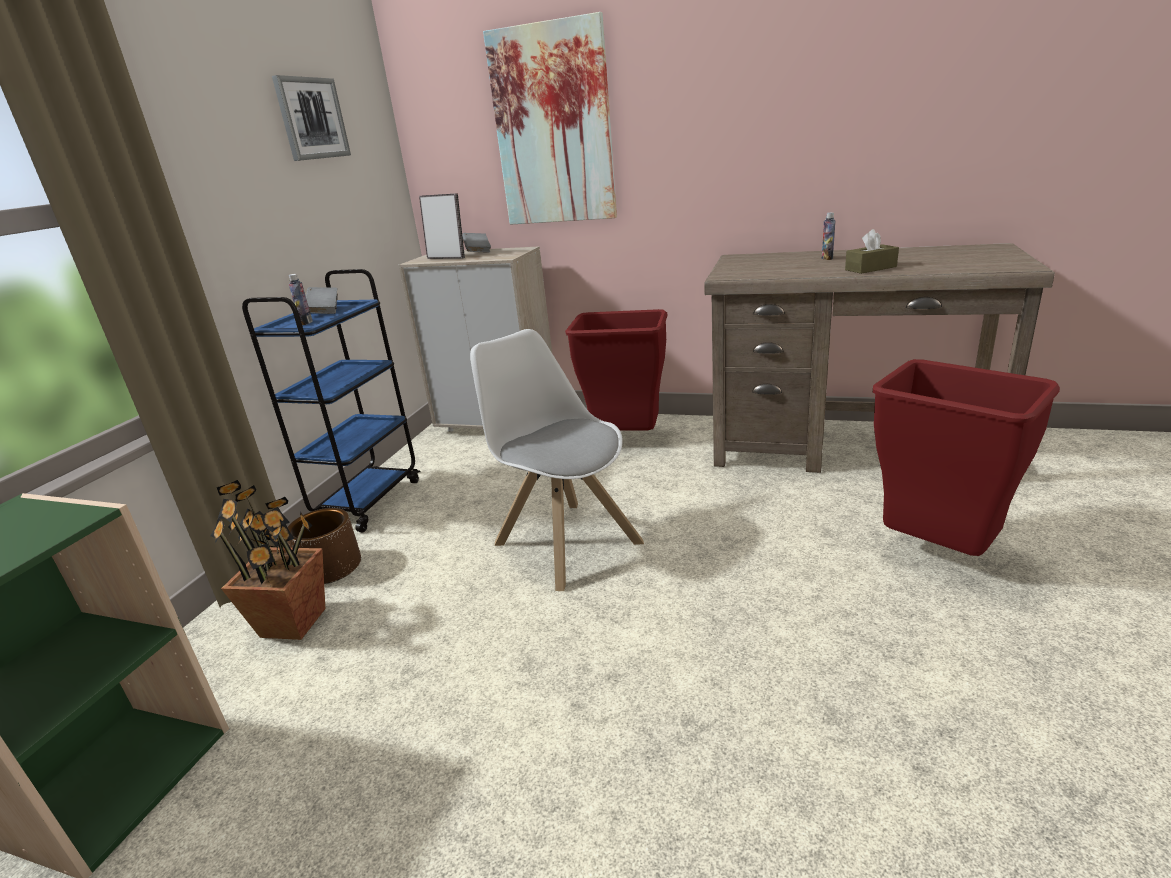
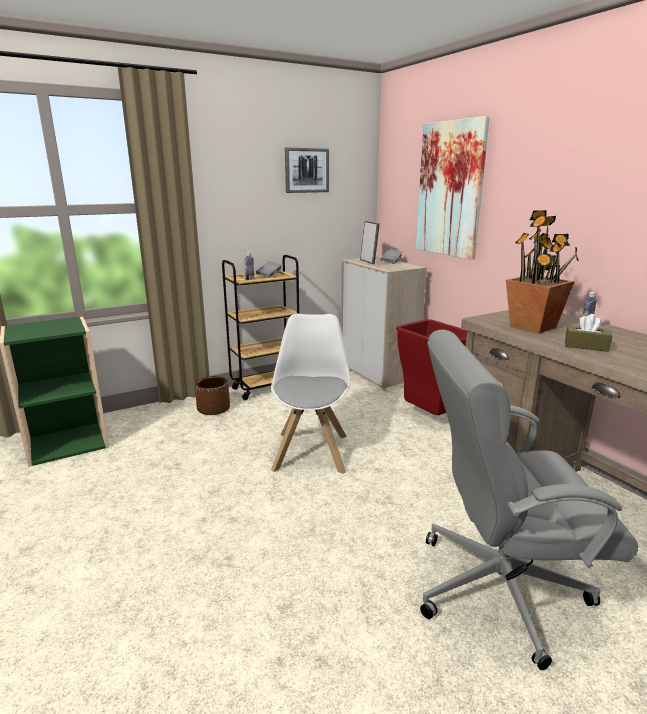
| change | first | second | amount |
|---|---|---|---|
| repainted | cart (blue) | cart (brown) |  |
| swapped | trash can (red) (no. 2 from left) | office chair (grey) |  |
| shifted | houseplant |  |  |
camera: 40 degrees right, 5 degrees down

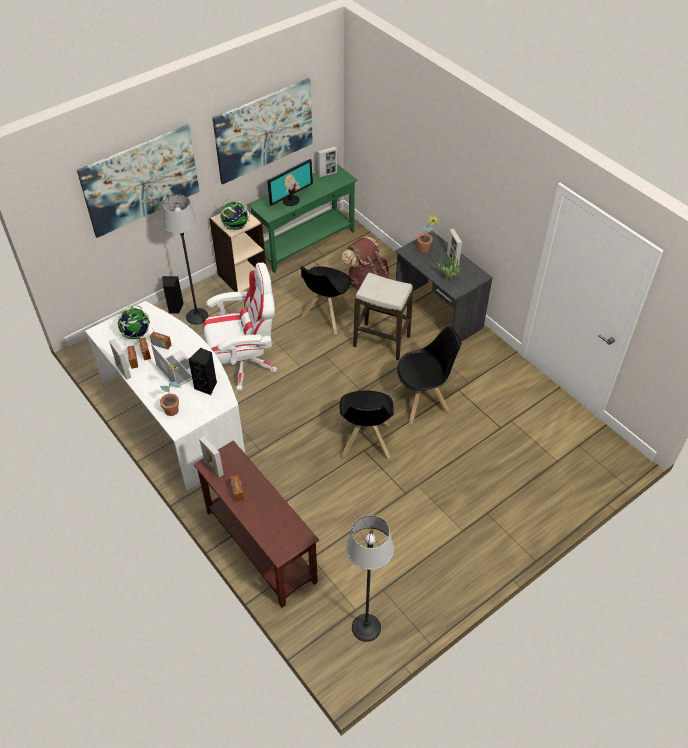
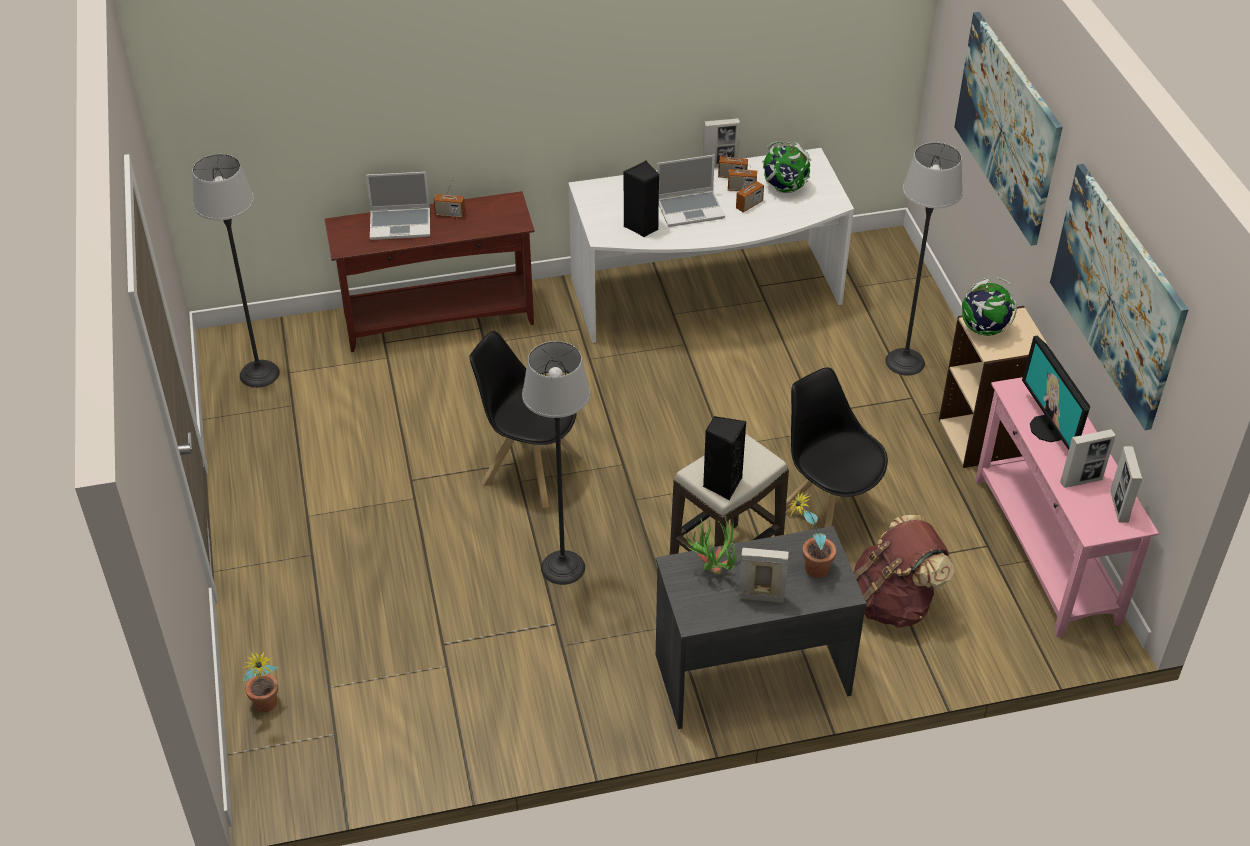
| change | first | second | amount |
|---|---|---|---|
| repainted | hall table (green) | hall table (pink) |  |
| gone | office chair (white-coloured) |  |  |
| shifted | audio speaker (black-coloured) (no. 1 from left in the first image) | audio speaker (black-coloured) (no. 2 from left) |  |
| swapped | upright chair (black-coloured) (no. 3 from left) | standard lamp (no. 2 from left) |  |
| shifted | houseplant (no. 1 from left) |  |  |
| shifted | picture frame (no. 2 from left in the first image) | picture frame (no. 3 from left) |  |
| new |  | laptop (no. 1 from left) |  |
camera: 115 degrees right, 5 degrees down

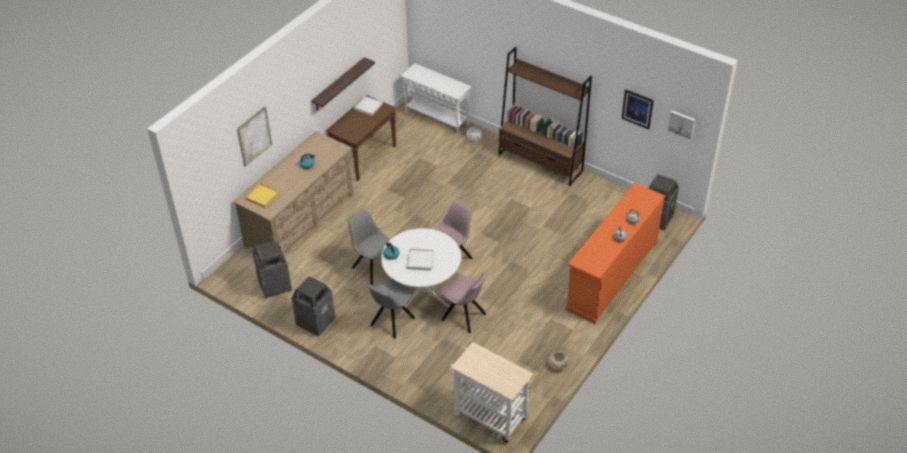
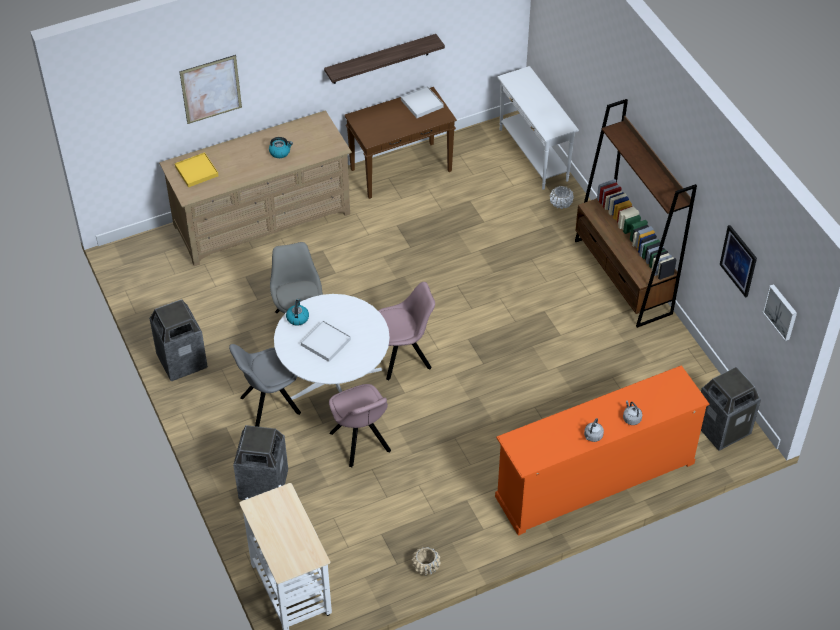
| change | first | second | amount |
|---|---|---|---|
| shifted | trash can (no. 1 from left in the first image) | trash can (no. 2 from left) |  |
camera: 30 degrees right, 5 degrees up

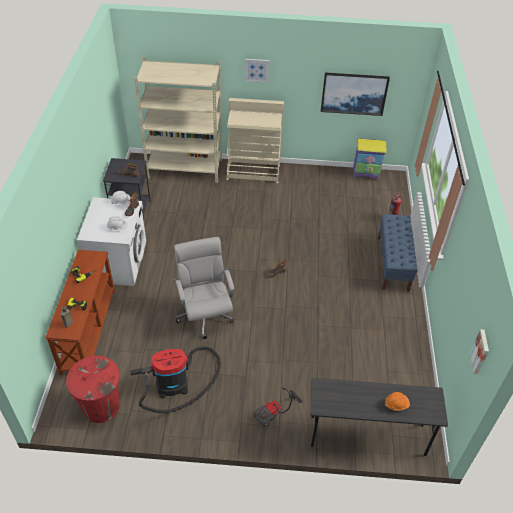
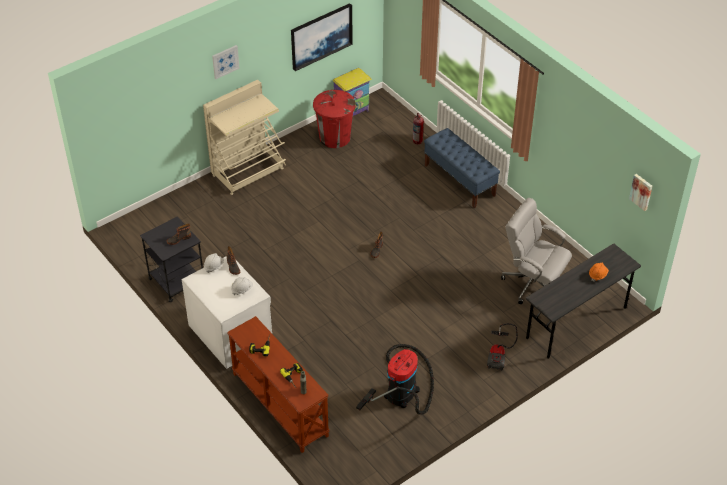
| change | first | second | amount |
|---|---|---|---|
| gone | bookcase (beige) |  |  |
| shifted | office chair (grey) |  |  |
| shifted | trash can (red) |  |  |
camera: 40 degrees left, 0 degrees up

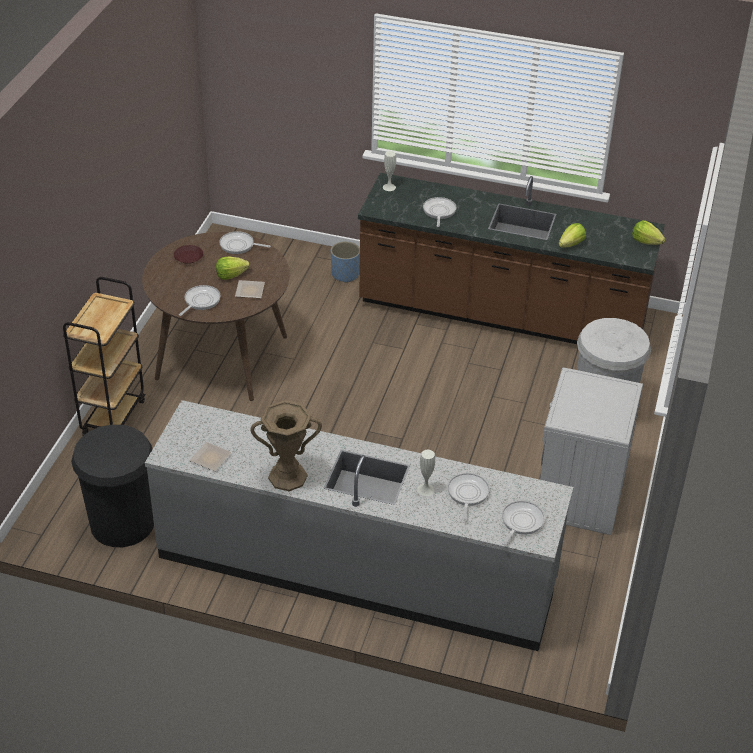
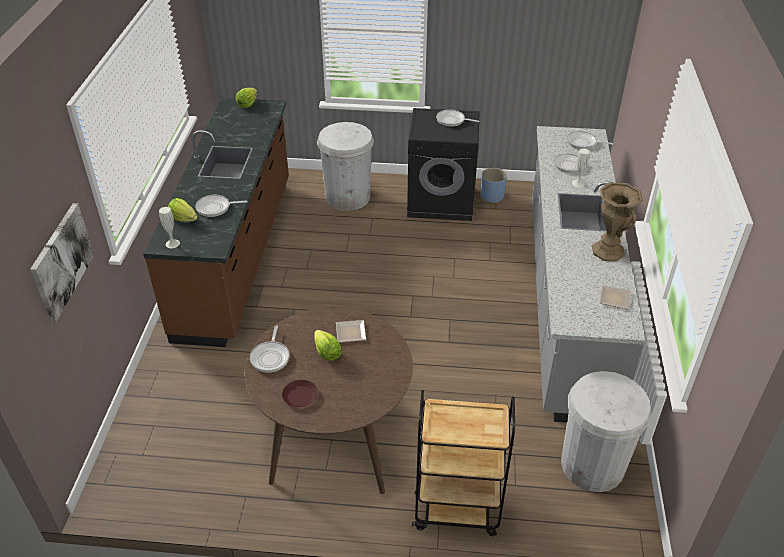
| change | first | second | amount |
|---|---|---|---|
| shifted | head of lettuce (no. 2 from left in the first image) | head of lettuce (no. 1 from left) |  |
| shifted | planter (blue) |  |  |
| shifted | skillet (no. 1 from left in the first image) | skillet (no. 3 from left) |  |
| repainted | laundry machine (white-coloured) | laundry machine (black-coloured) |  |
| repainted | trash can (black-coloured) | trash can (white-coloured) (no. 2 from left) |  |
| new |  | picture |  |
camera: 100 degrees left, 0 degrees up

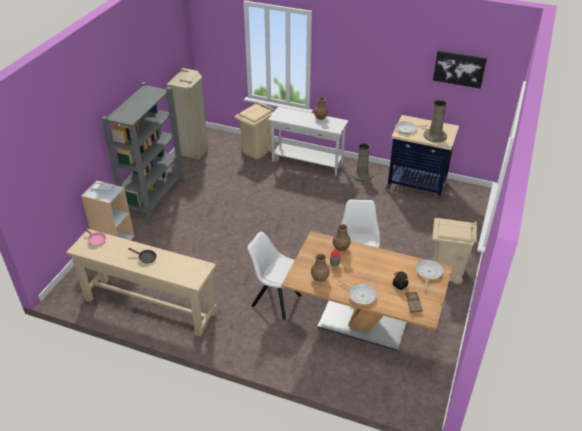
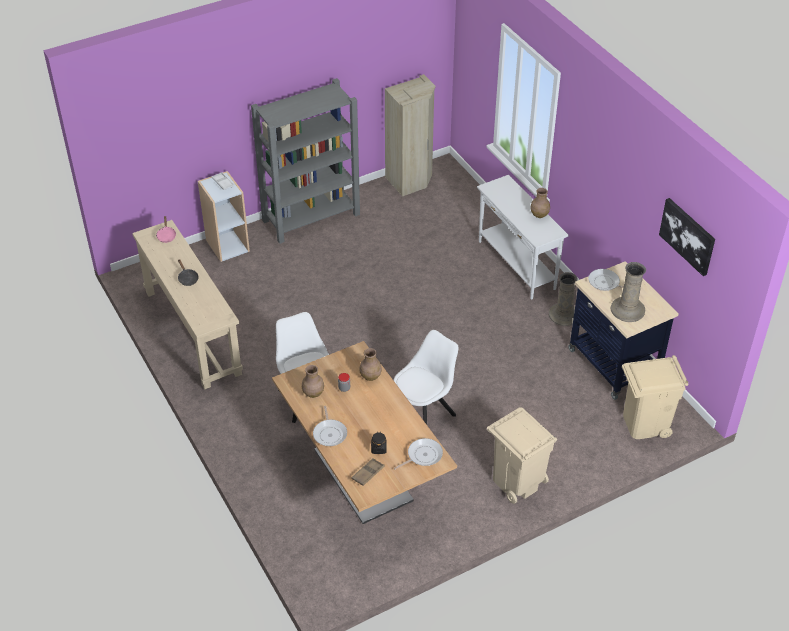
| change | first | second | amount |
|---|---|---|---|
| shifted | trash can (beige) (no. 1 from left in the first image) | trash can (beige) (no. 2 from left) |  |
camera: 40 degrees right, 5 degrees up

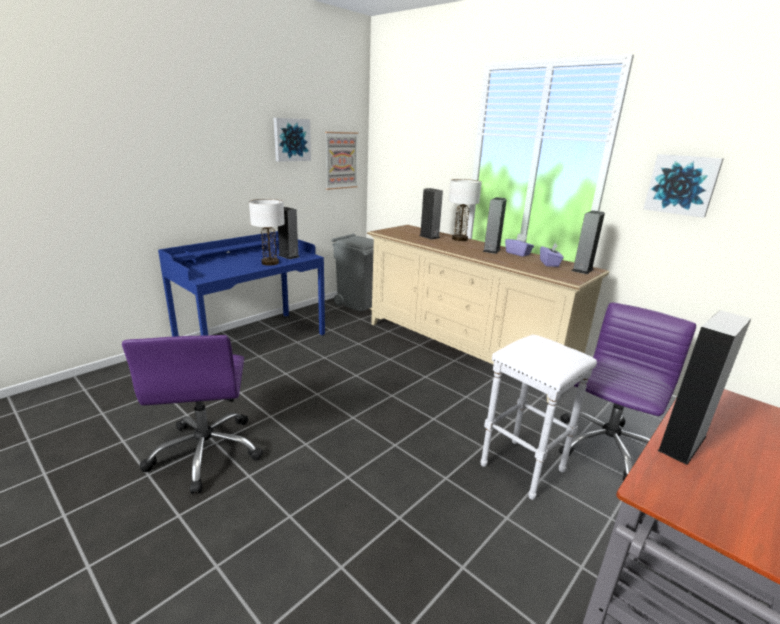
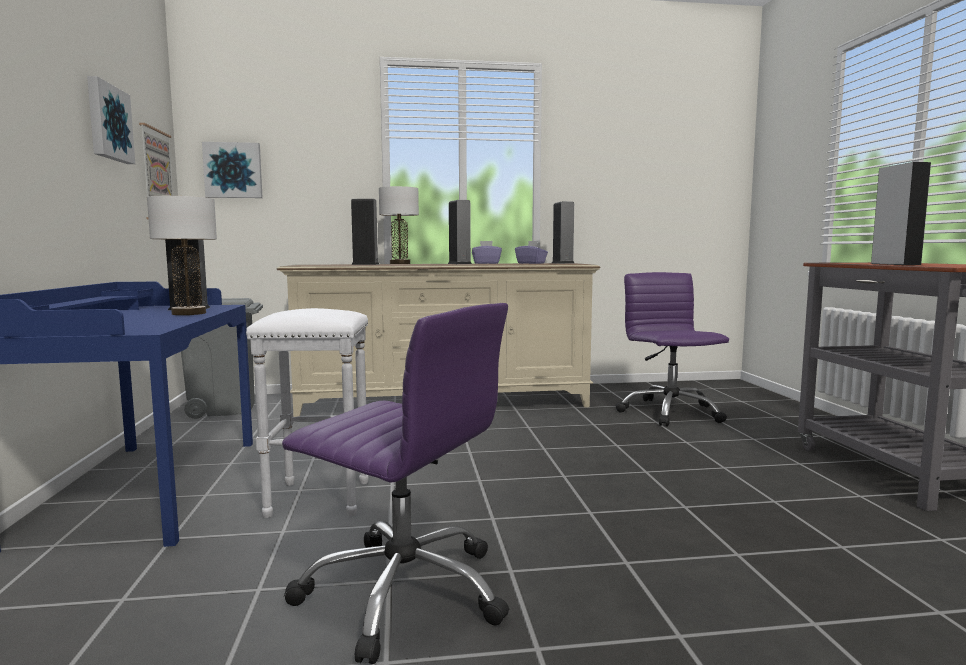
| change | first | second | amount |
|---|---|---|---|
| shifted | picture (no. 3 from left) |  |  |
| shifted | sitting stool (white-coloured) |  |  |
camera: 50 degrees left, 15 degrees down

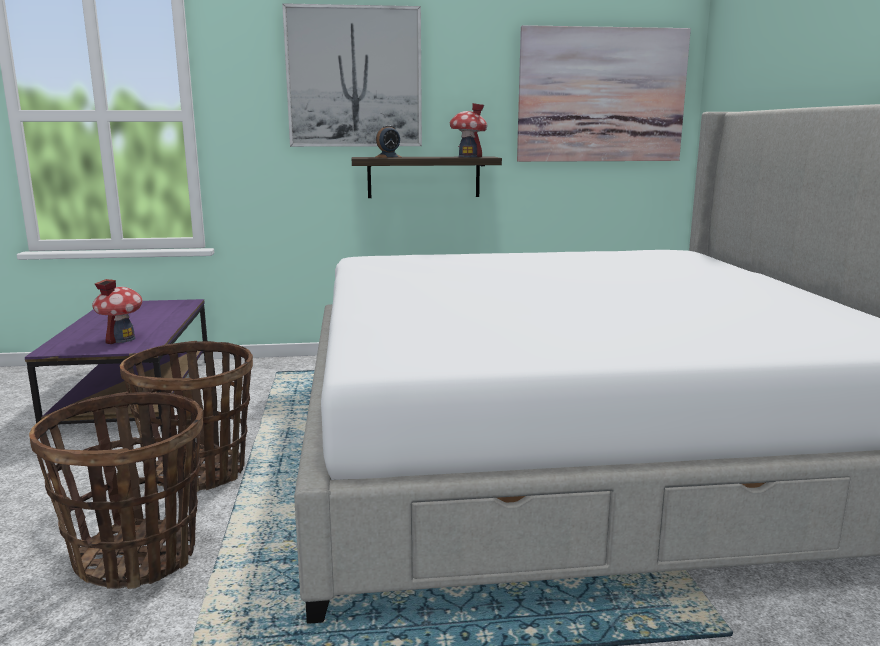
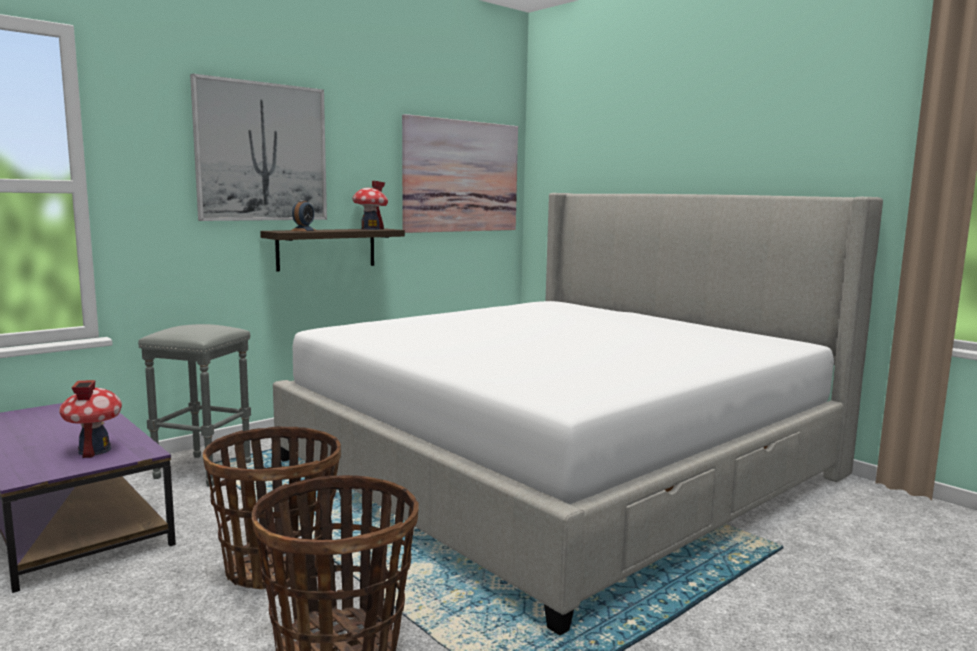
| change | first | second | amount |
|---|---|---|---|
| new |  | sitting stool (grey) |  |
camera: 35 degrees left, 5 degrees down

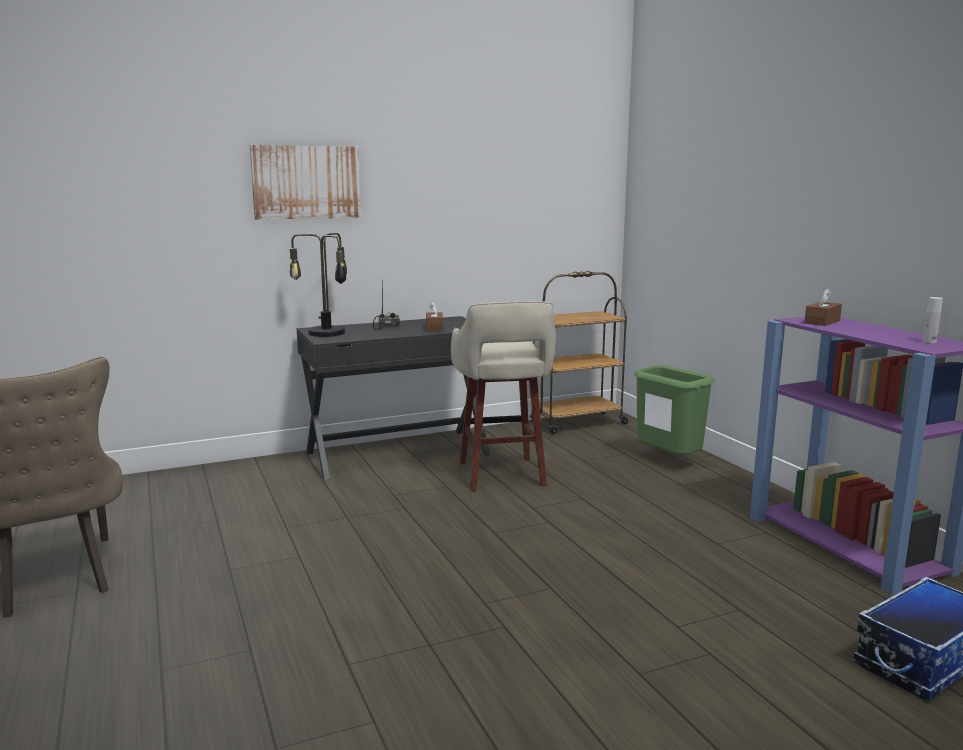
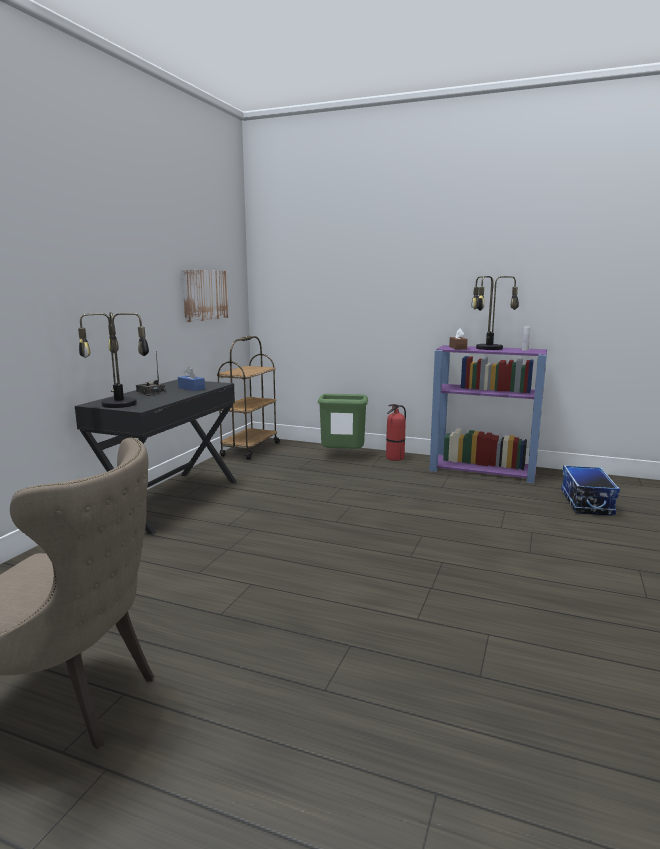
| change | first | second | amount |
|---|---|---|---|
| shifted | picture |  |  |
| gone | sitting stool (beige) |  |  |
| repainted | tissue holder (brown) (no. 1 from left) | tissue holder (blue) |  |
| new |  | tabletop lamp (no. 2 from left) |  |
| new |  | fire-fighting cylinder |  |
camera: 45 degrees left, 0 degrees up

